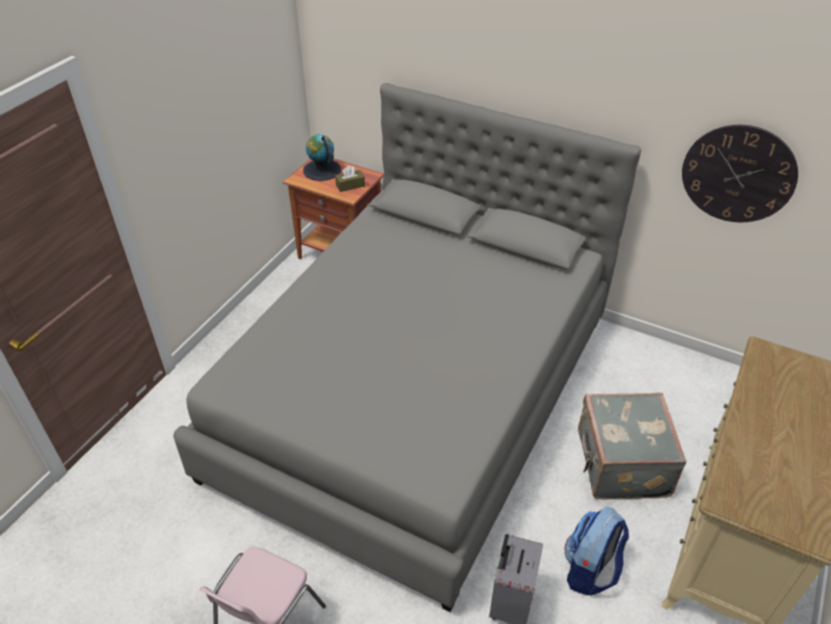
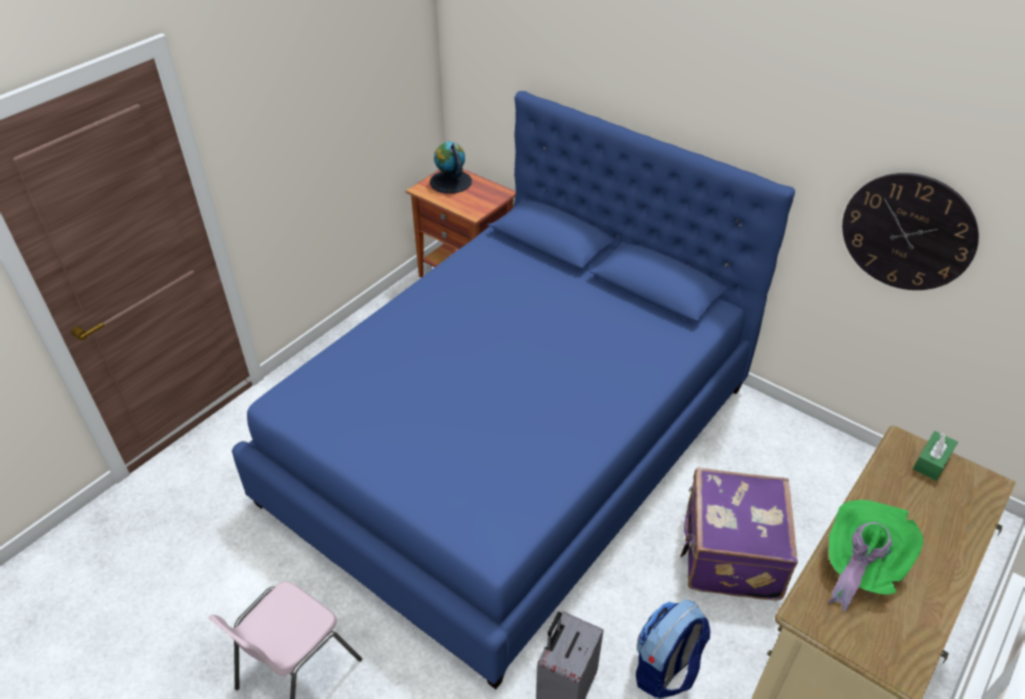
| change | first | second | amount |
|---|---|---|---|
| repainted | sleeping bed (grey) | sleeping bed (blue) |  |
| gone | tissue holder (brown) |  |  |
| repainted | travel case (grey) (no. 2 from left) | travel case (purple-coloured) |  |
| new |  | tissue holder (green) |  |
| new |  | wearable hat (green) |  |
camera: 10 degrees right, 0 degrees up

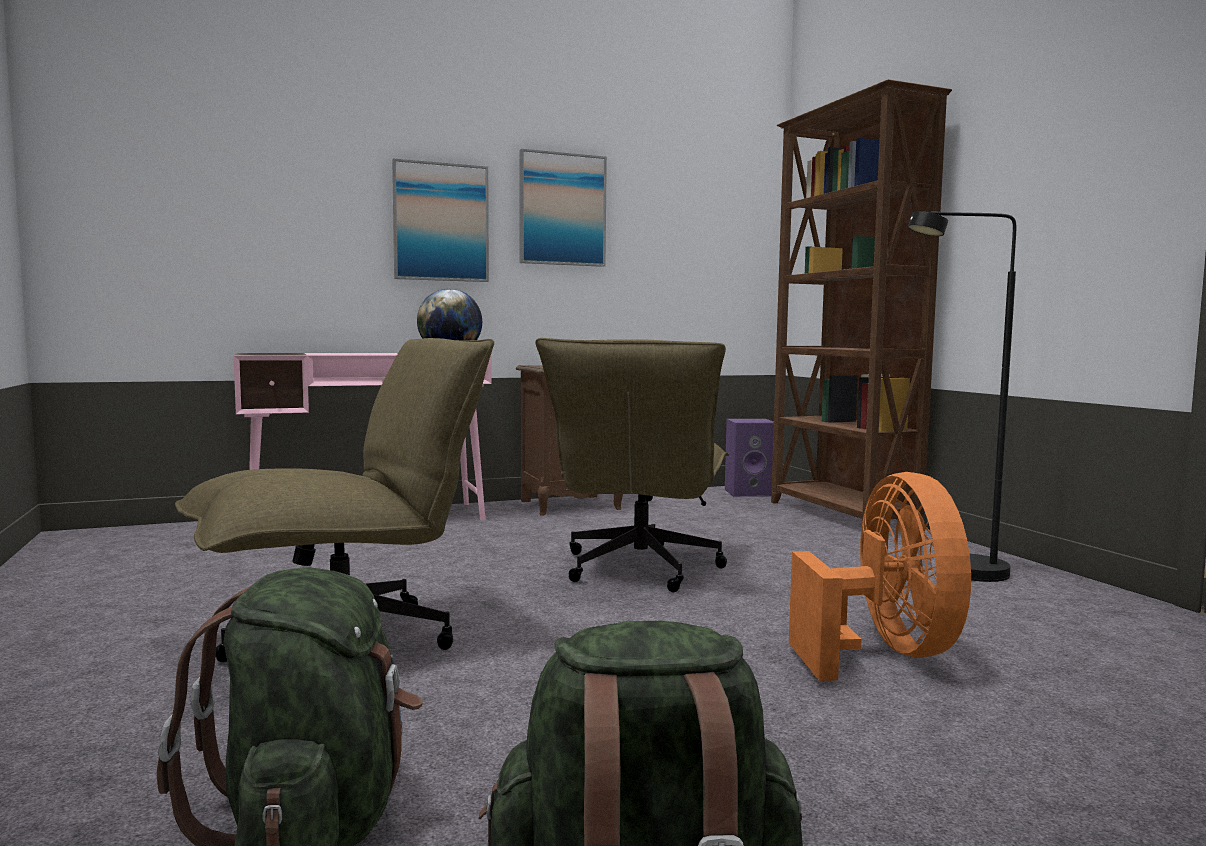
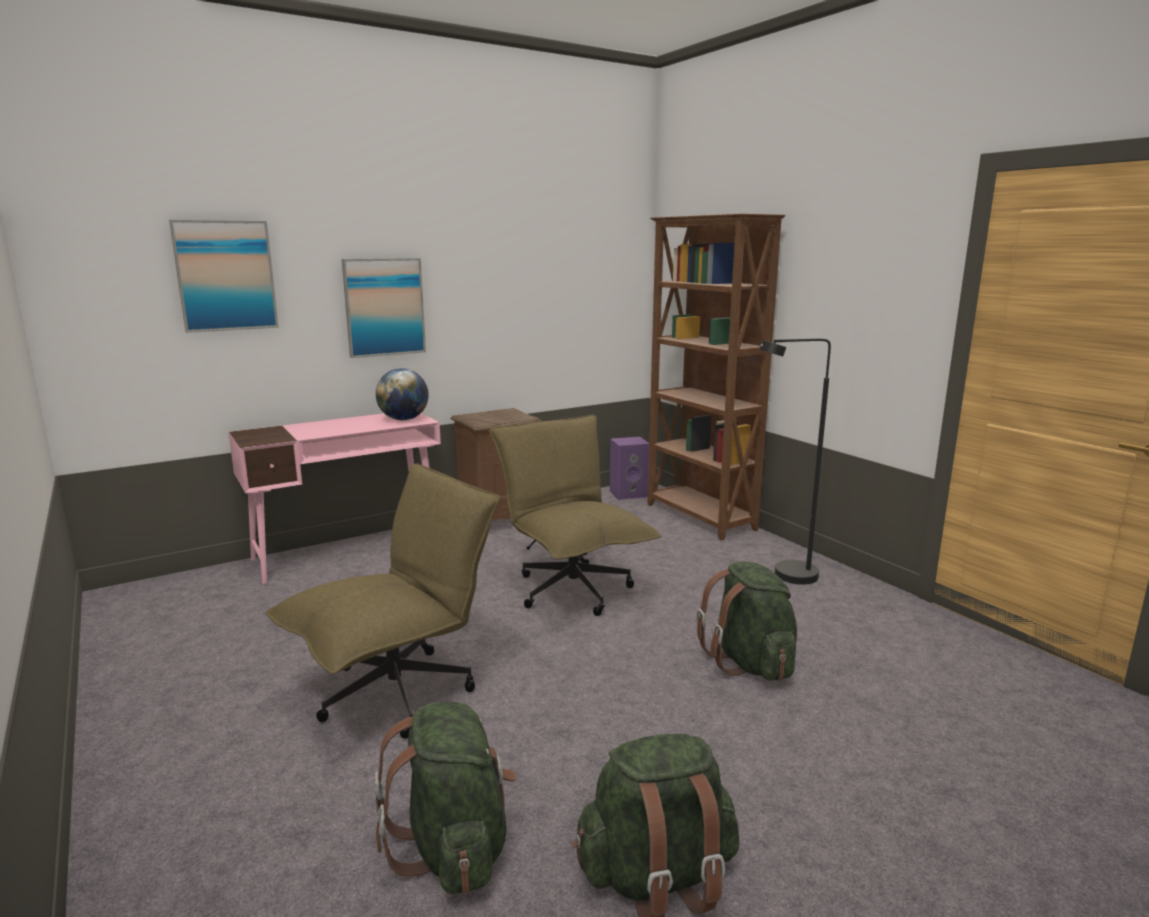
| change | first | second | amount |
|---|---|---|---|
| shifted | picture (no. 2 from left in the first image) | picture (no. 1 from left) |  |
| rotated | office chair (beige) (no. 2 from left) |  | 150 degrees clockwise |
| swapped | fan (orangey) | knapsack (green) (no. 3 from left) |  |
camera: 10 degrees left, 10 degrees up

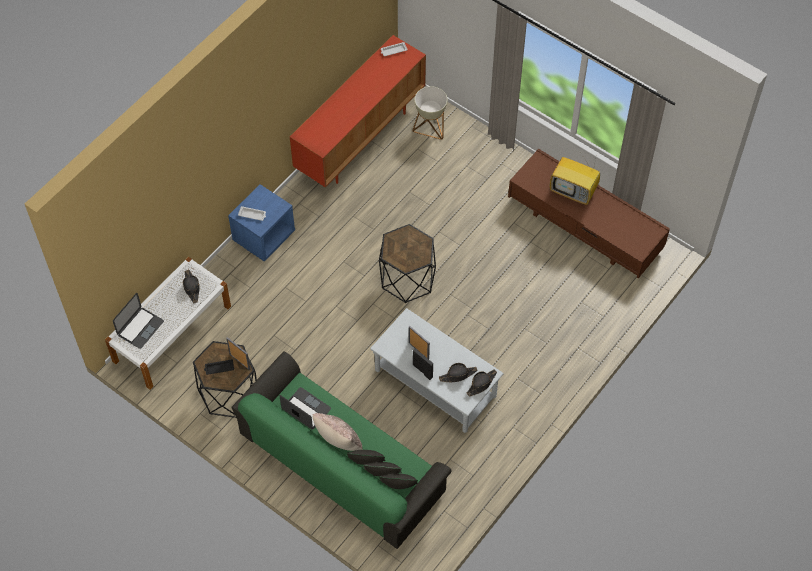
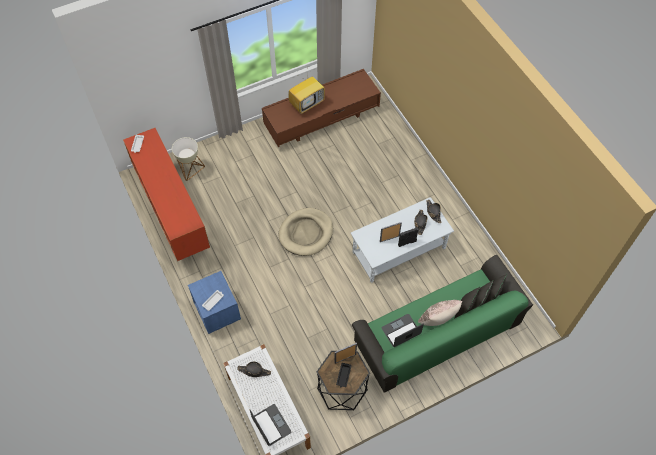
| change | first | second | amount |
|---|---|---|---|
| swapped | side table (black-coloured) (no. 2 from left) | pet bed (beige) |  |
camera: 65 degrees left, 0 degrees up

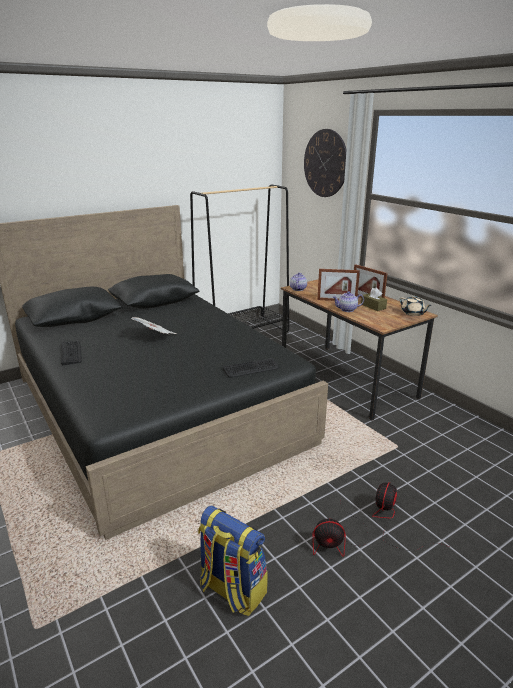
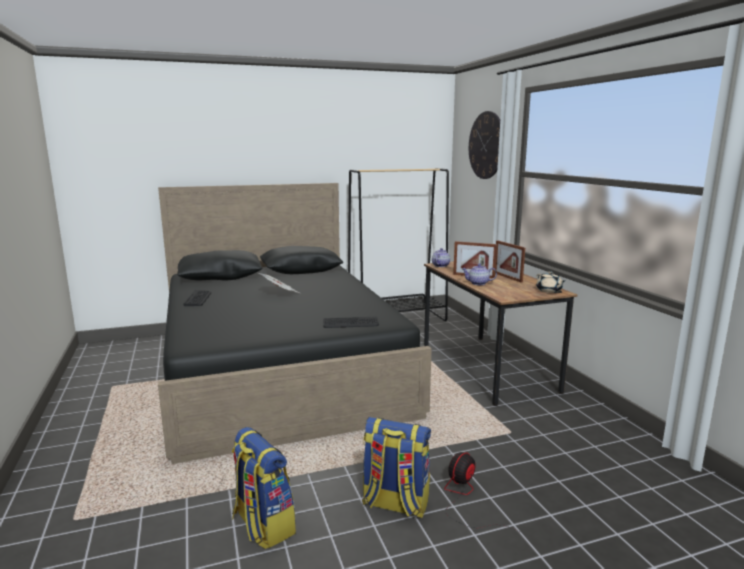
| change | first | second | amount |
|---|---|---|---|
| gone | tissue holder (brown) |  |  |
| swapped | fan (no. 1 from left) | knapsack (no. 2 from left) |  |
camera: 15 degrees right, 10 degrees down

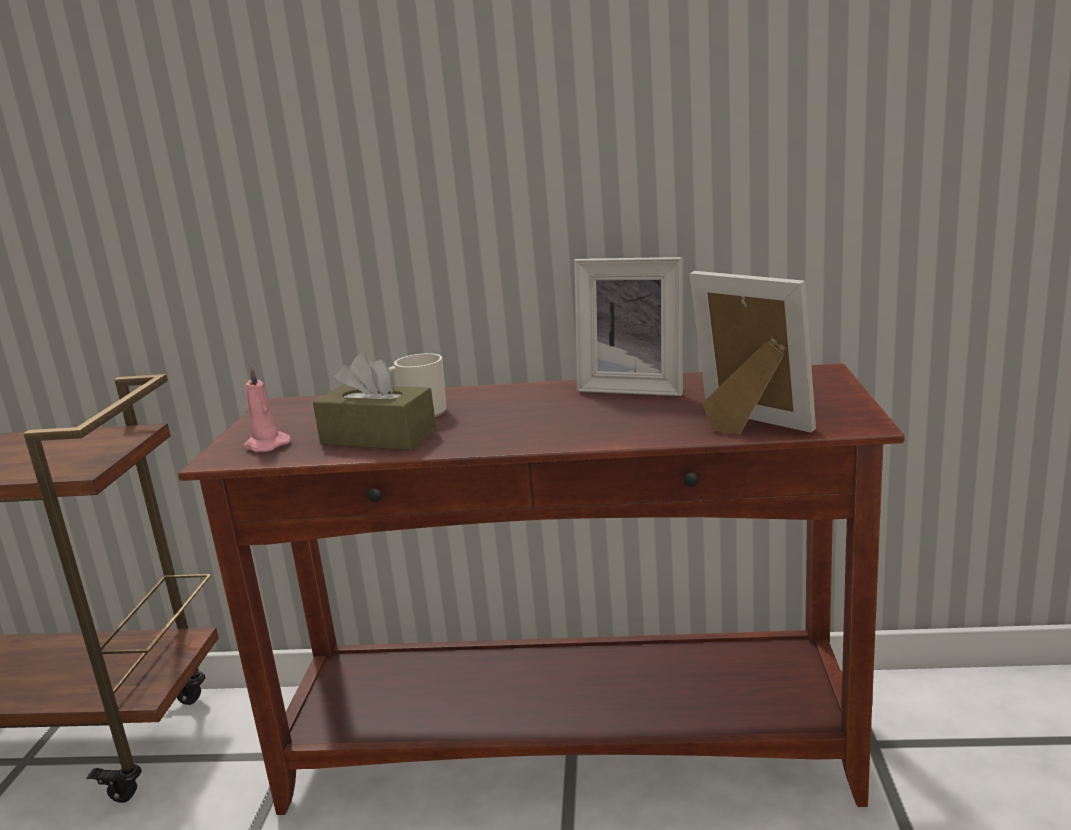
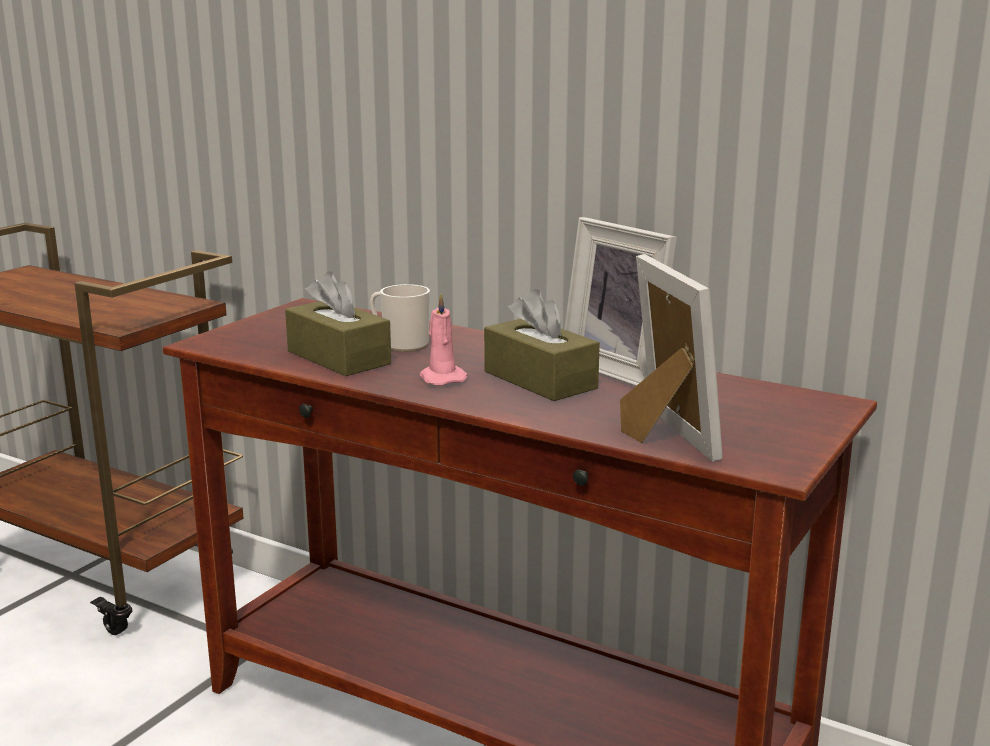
| change | first | second | amount |
|---|---|---|---|
| shifted | wax light (pink) |  |  |
| new |  | tissue holder (brown) (no. 2 from left) |  |
camera: 25 degrees right, 0 degrees up

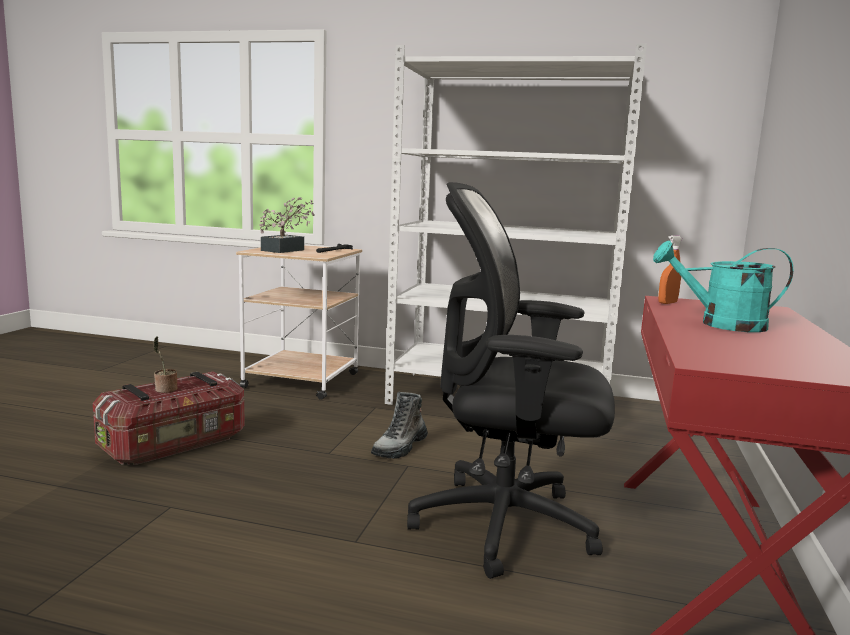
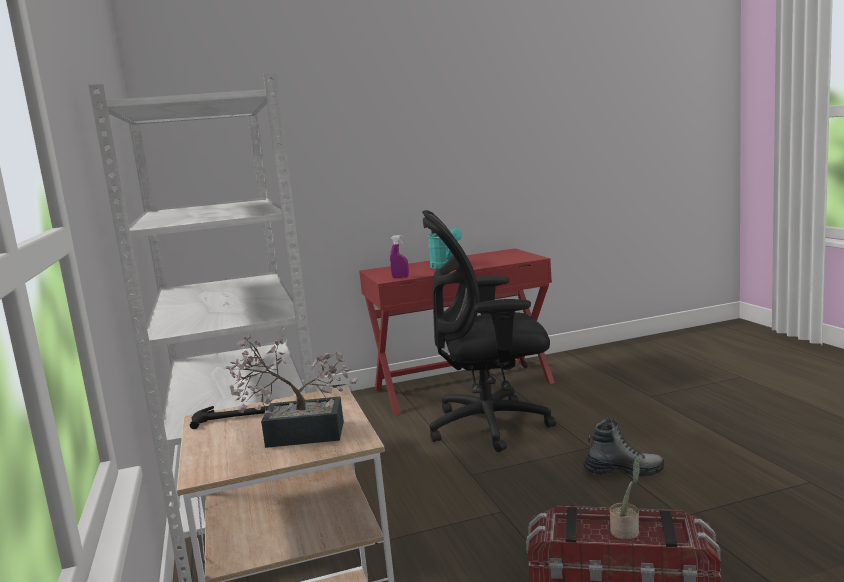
| change | first | second | amount |
|---|---|---|---|
| rotated | office chair (black-coloured) |  | 105 degrees clockwise |
| repainted | hand sprayer (orangey) | hand sprayer (purple-coloured) |  |
| shifted | boot |  |  |
camera: 120 degrees left, 0 degrees up

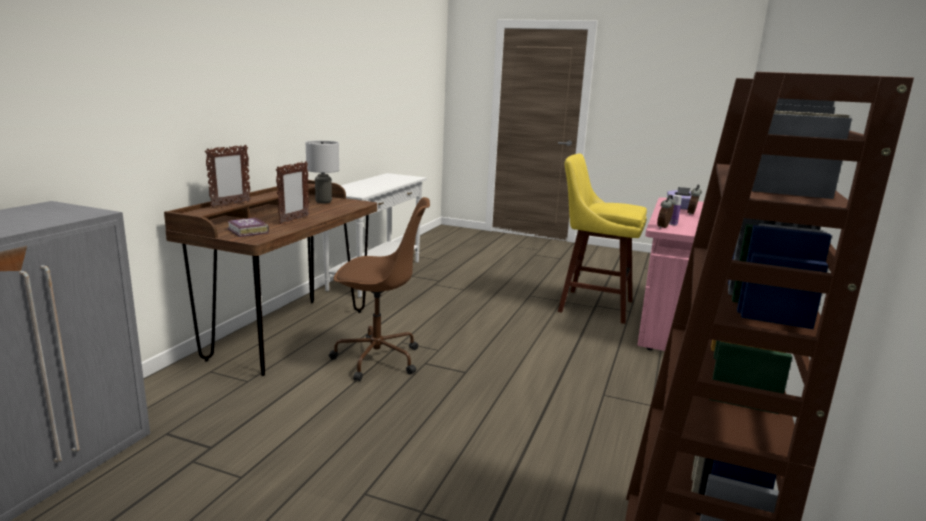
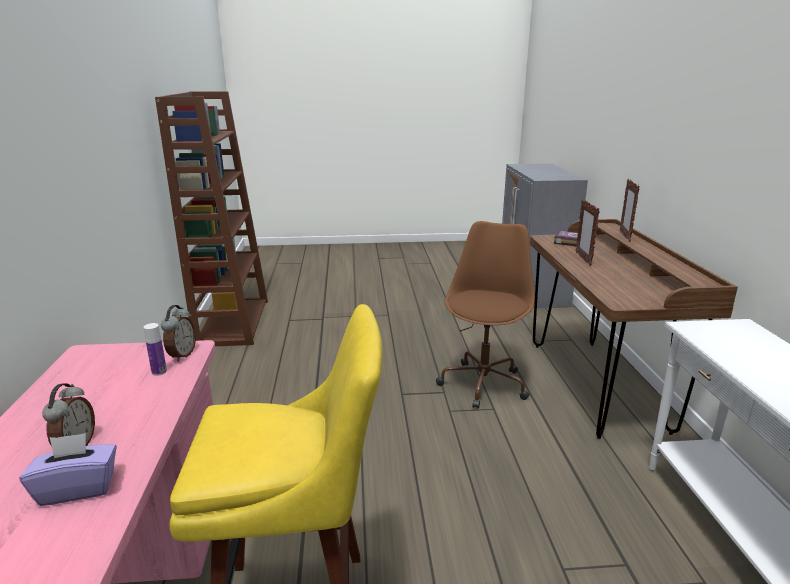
| change | first | second | amount |
|---|---|---|---|
| gone | tabletop lamp (white-coloured) |  |  |
| rotated | office chair (brown) |  | 135 degrees clockwise |
camera: 155 degrees right, 5 degrees up

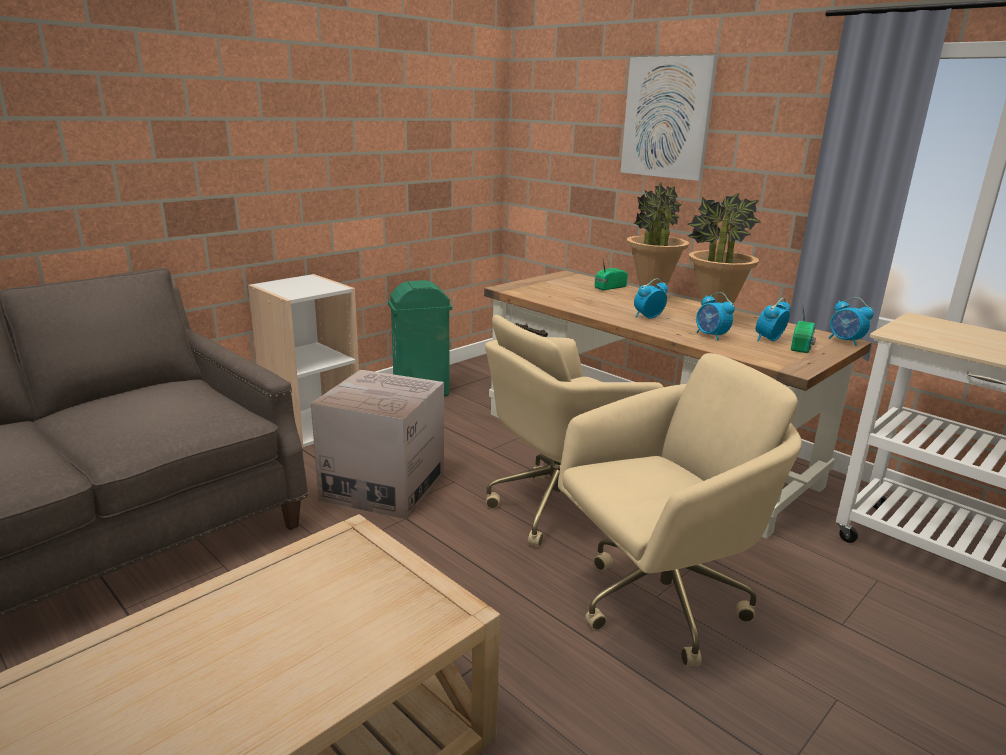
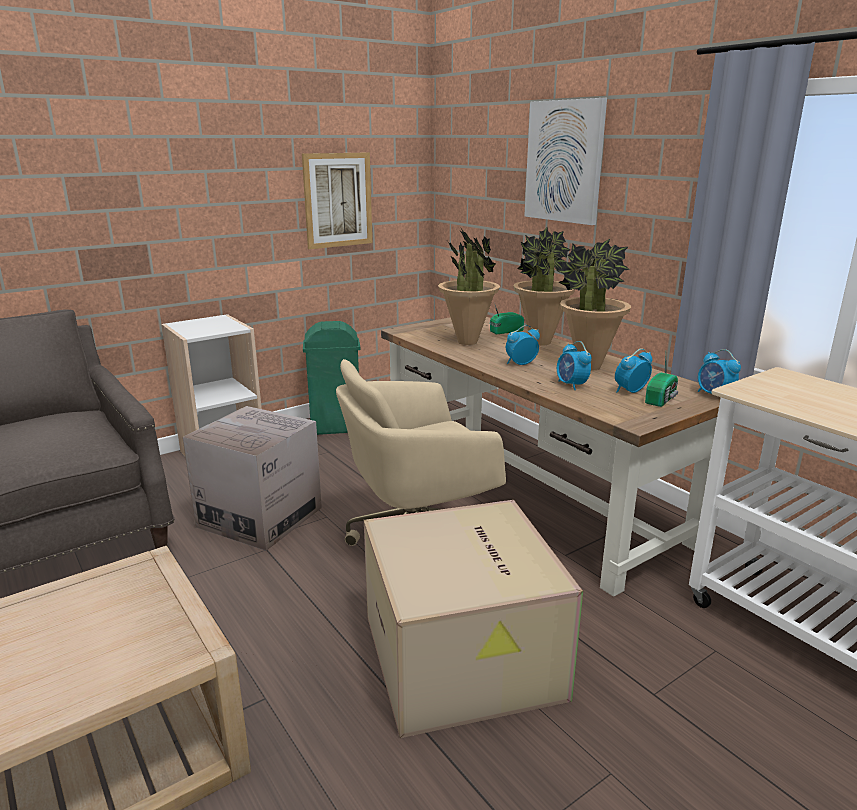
| change | first | second | amount |
|---|---|---|---|
| swapped | office chair (beige) (no. 2 from left) | carton (no. 2 from left) |  |
| new |  | picture (no. 1 from left) |  |
| new |  | houseplant (no. 1 from left) |  |
camera: 10 degrees right, 0 degrees up

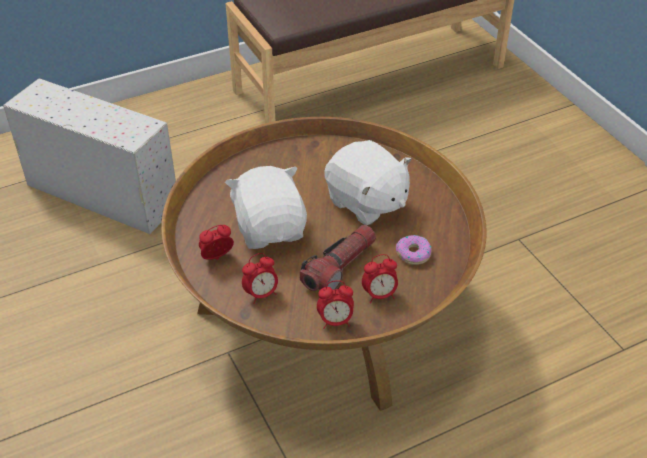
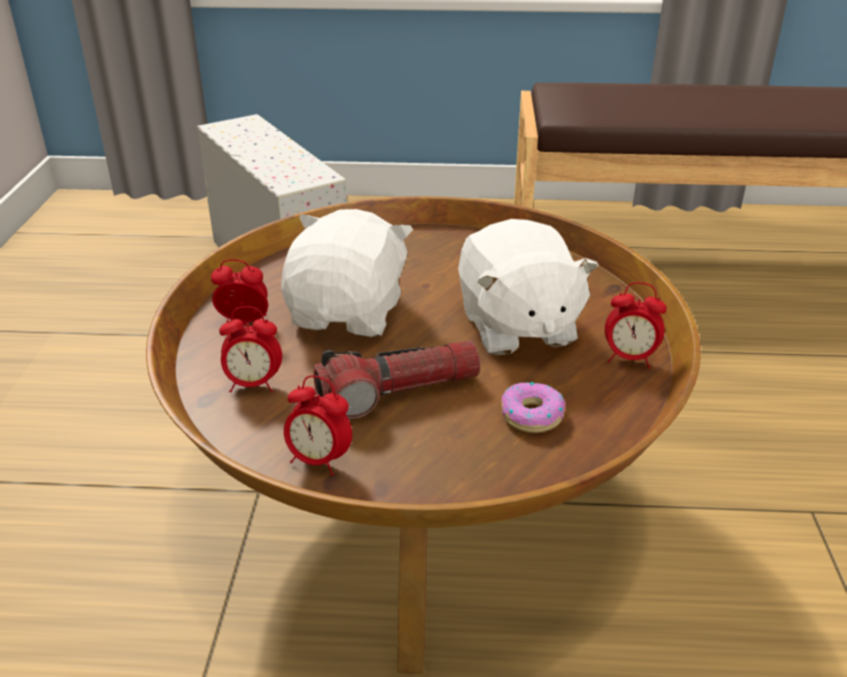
| change | first | second | amount |
|---|---|---|---|
| shifted | table clock (no. 4 from left) |  |  |
camera: 30 degrees right, 10 degrees down

